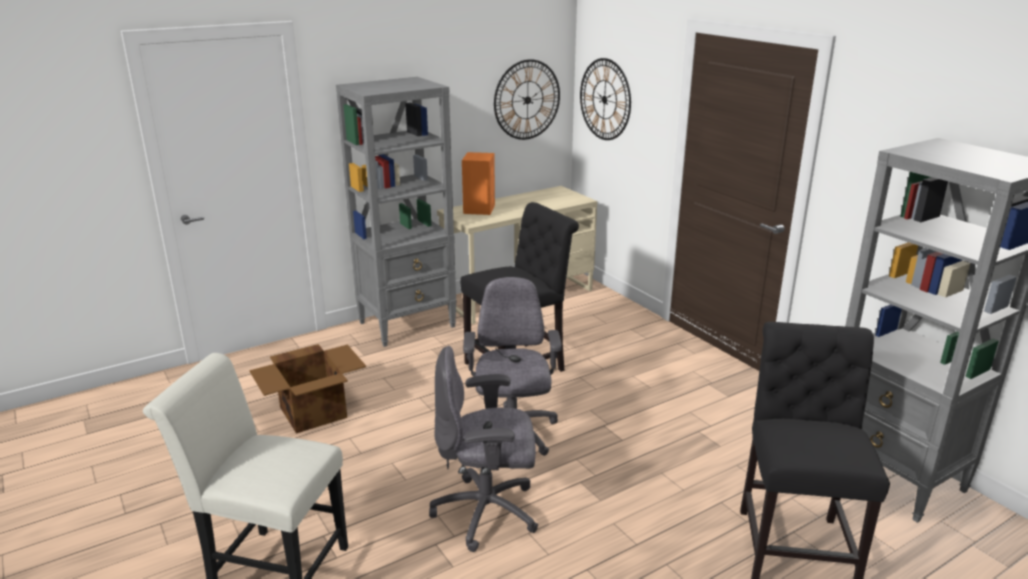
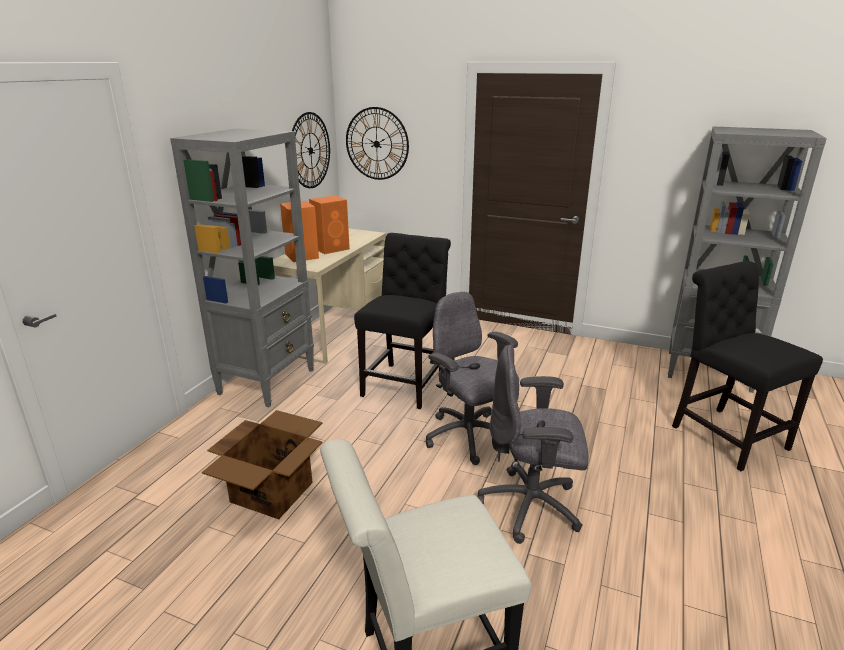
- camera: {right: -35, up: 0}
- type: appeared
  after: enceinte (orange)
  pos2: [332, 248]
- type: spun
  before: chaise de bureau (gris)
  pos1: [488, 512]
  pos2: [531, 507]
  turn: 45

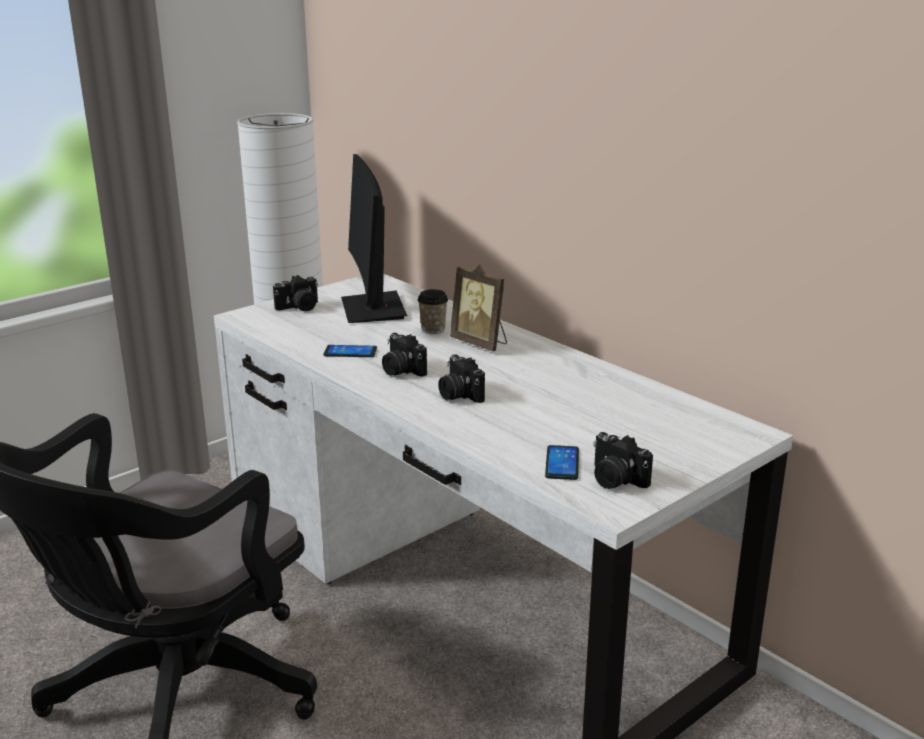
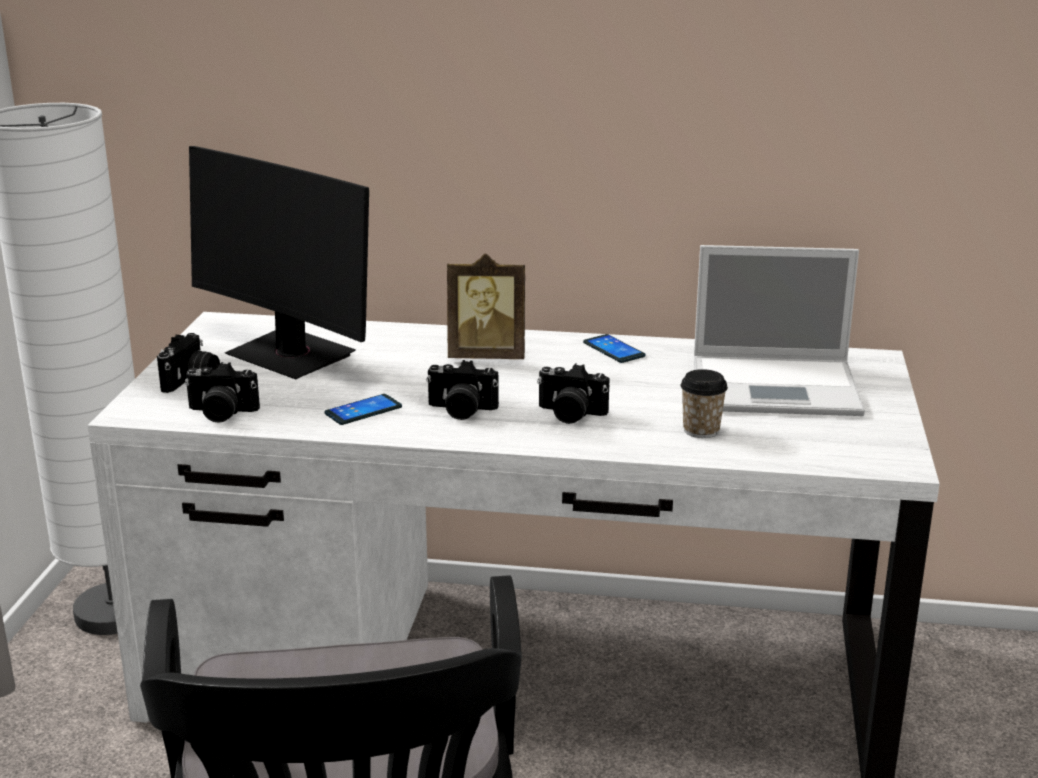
- camera: {right: -40, up: 0}
- type: relocated
  before: appareil photo
  pos1: [615, 480]
  pos2: [221, 413]
- type: relocated
  before: téléphone
  pos1: [562, 463]
  pos2: [613, 350]
- type: relocated
  before: tasse
  pos1: [433, 329]
  pos2: [701, 430]
- type: appeared
  after: ordinateur portable
  pos2: [778, 387]

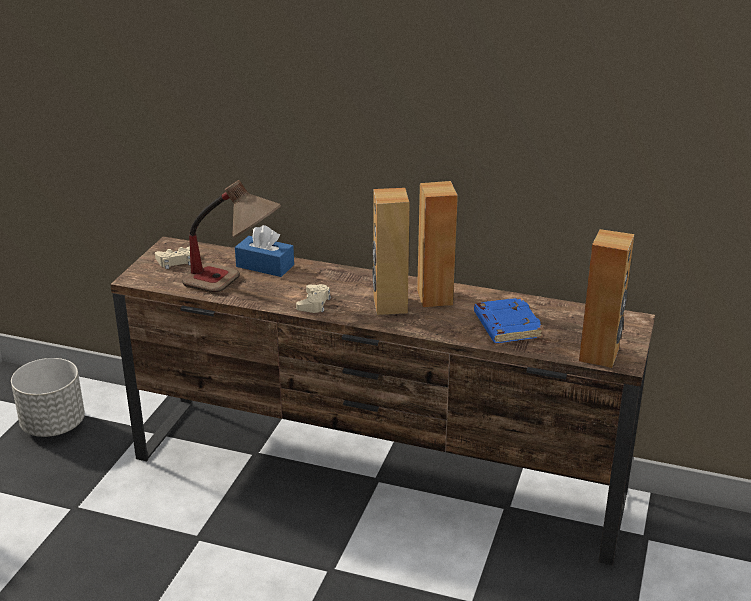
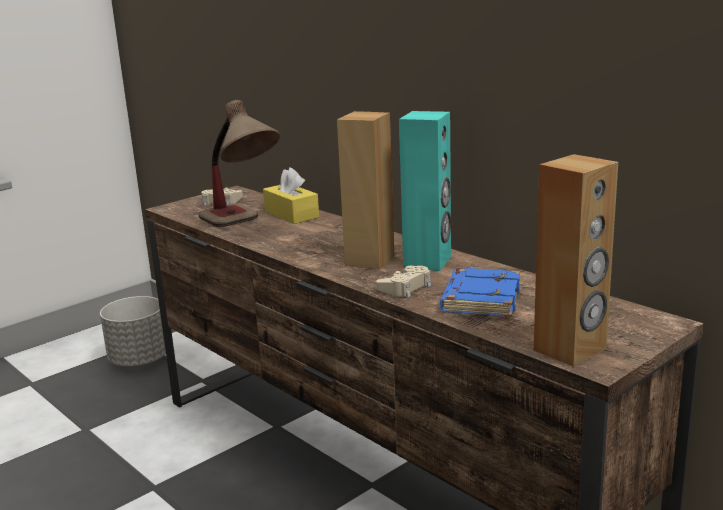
- camera: {right: 30, up: -10}
- type: colour
  before: boîte à mouchoirs (bleu)
  after: boîte à mouchoirs (jaune)
  pos1: [265, 266]
  pos2: [291, 214]
- type: relocated
  before: manette (beige)
  pos1: [314, 303]
  pos2: [406, 287]
- type: colour
  before: enceinte (marron)
  after: enceinte (turquoise)
  pos1: [435, 297]
  pos2: [428, 262]

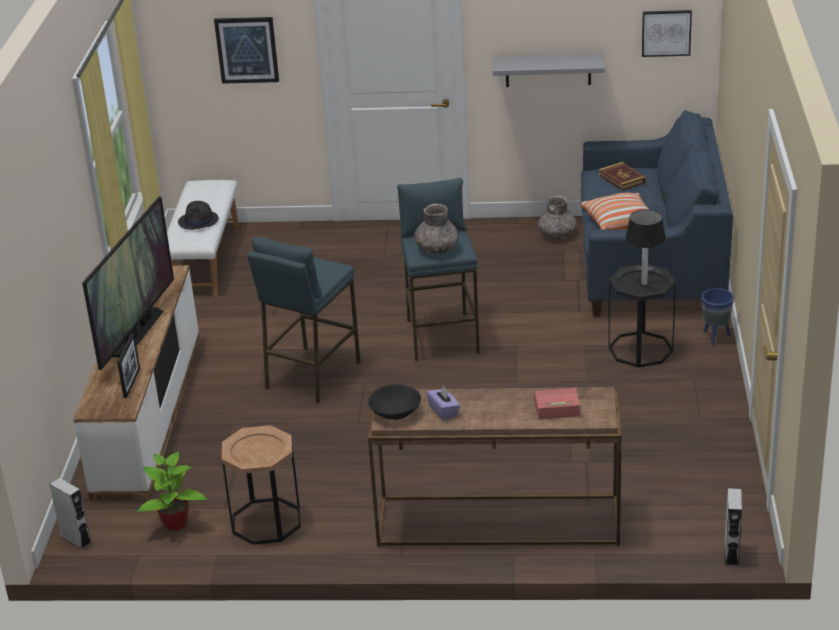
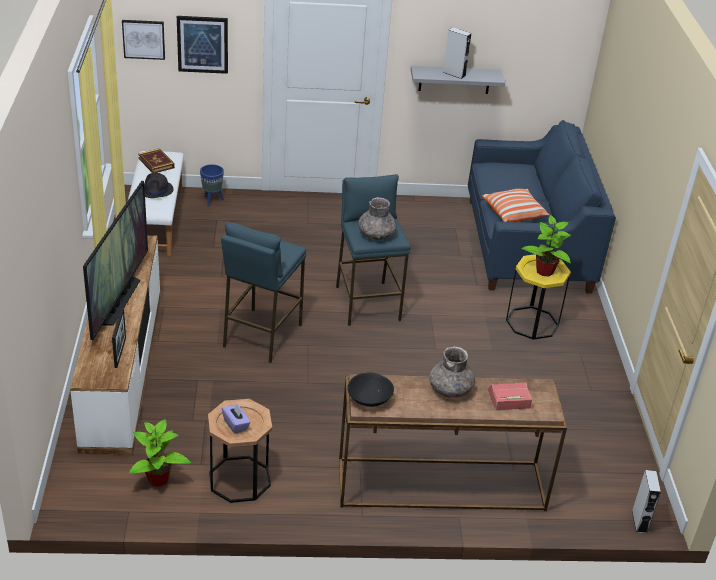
- camera: {right: -10, up: 5}
- type: relocated
  before: tableau
  pos1: [666, 32]
  pos2: [143, 39]
- type: relocated
  before: livre
  pos1: [621, 179]
  pos2: [156, 163]
- type: relocated
  before: cache-pot (bleu)
  pos1: [715, 337]
  pos2: [212, 201]
- type: relocated
  before: boîte à mouchoirs (violet)
  pos1: [444, 411]
  pos2: [236, 424]
- type: relocated
  before: vase (gris)
  pos1: [557, 235]
  pos2: [450, 389]
- type: relocated
  before: enceinte (gris)
  pos1: [75, 540]
  pos2: [454, 74]
- type: colour
  before: table d'appoint (noir)
  after: table d'appoint (jaune)
  pos1: [640, 349]
  pos2: [532, 323]
- type: exchanged
  before: lampe de table
  after: plante en pot
  pos1: [644, 283]
  pos2: [544, 271]

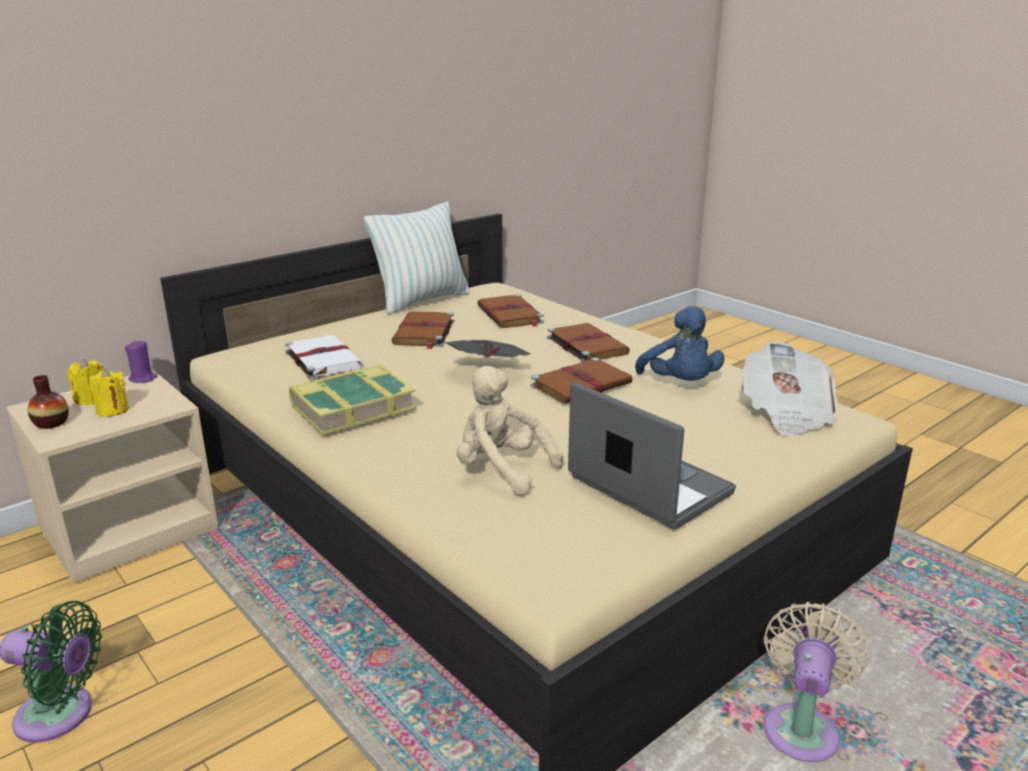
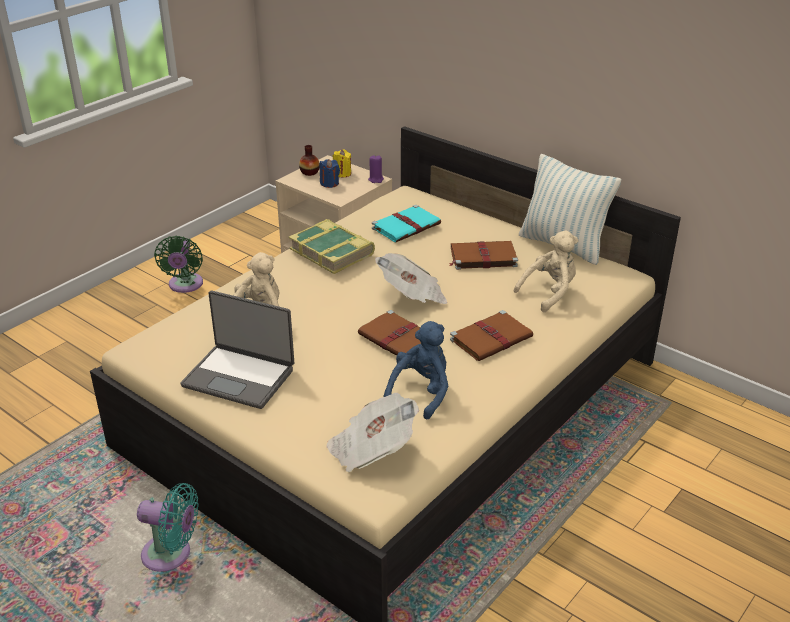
- camera: {right: 80, up: 10}
- type: colour
  before: ventilateur (beige)
  after: ventilateur (turquoise)
  pos1: [801, 727]
  pos2: [171, 555]
- type: spun
  before: ordinateur portable
  pos1: [647, 486]
  pos2: [240, 377]
  turn: 75
- type: colour
  before: bougie (jaune)
  after: bougie (bleu)
  pos1: [112, 410]
  pos2: [329, 183]
- type: colour
  before: livre (blanc)
  after: livre (turquoise)
  pos1: [322, 359]
  pos2: [407, 226]
- type: spun
  before: peluche (bleu)
  pos1: [680, 384]
  pos2: [421, 392]
  turn: 150
- type: exchanged
  before: livre (marron)
  after: peluche (beige)
  pos1: [510, 315]
  pos2: [549, 293]

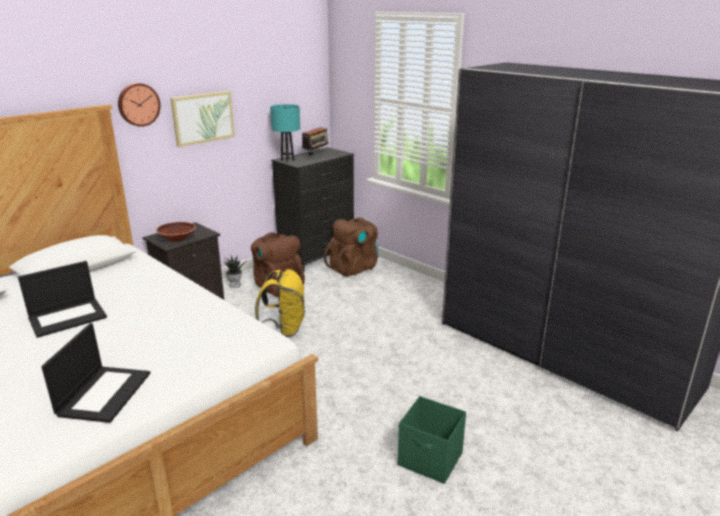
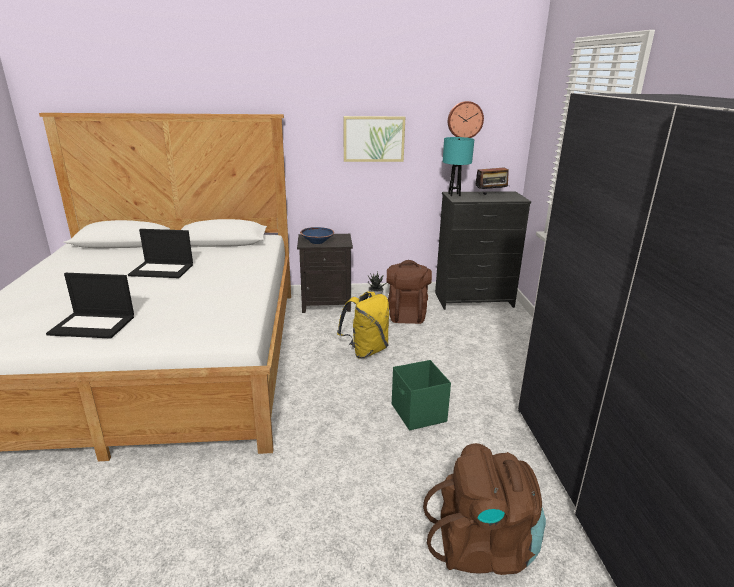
- camera: {right: 40, up: 0}
- type: spun
  before: ordinateur portable
  pos1: [104, 393]
  pos2: [93, 325]
  turn: 45
- type: colour
  before: bol (marron)
  after: bol (bleu)
  pos1: [177, 239]
  pos2: [317, 242]
- type: relocated
  before: boîte de rangement (vert)
  pos1: [431, 460]
  pos2: [418, 414]
- type: relocated
  before: sac à dos (marron)
  pos1: [354, 268]
  pos2: [483, 547]
- type: relocated
  before: horloge murale
  pos1: [138, 104]
  pos2: [465, 120]

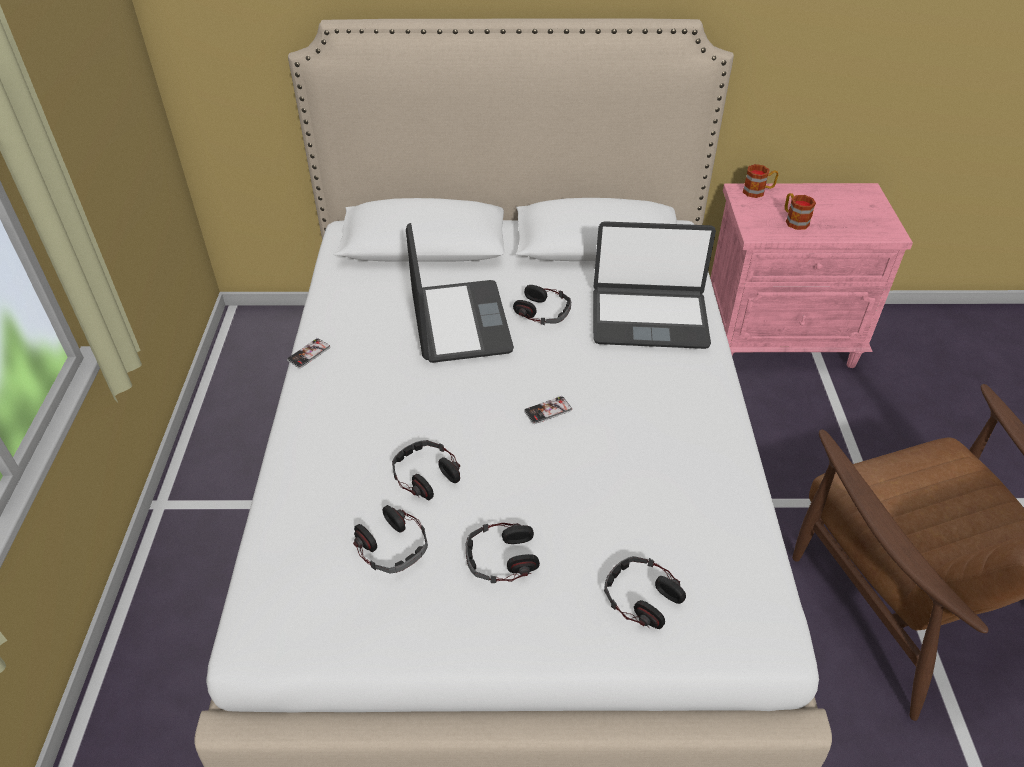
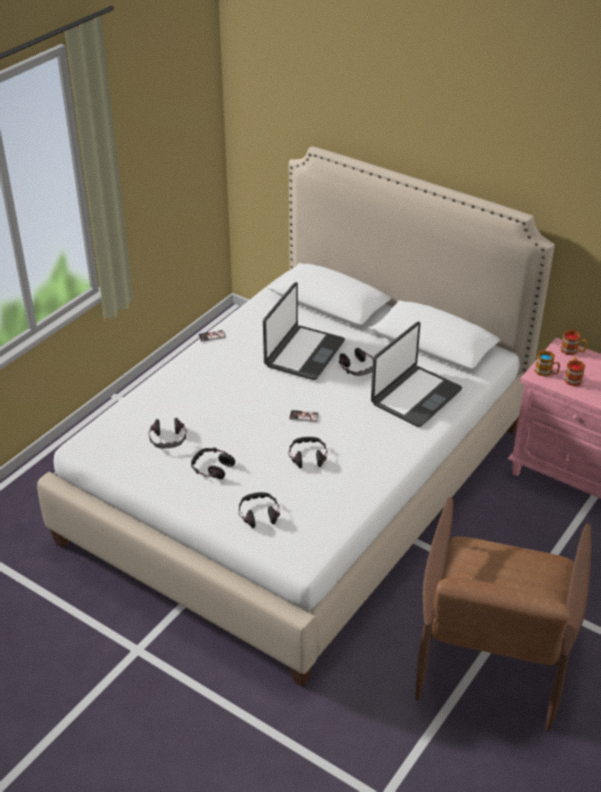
- camera: {right: 35, up: -5}
- type: relocated
  before: casque audio
  pos1: [425, 475]
  pos2: [307, 456]
- type: spun
  before: ordinateur portable
  pos1: [649, 318]
  pos2: [415, 396]
  turn: -90
- type: appeared
  after: mug
  pos2: [546, 372]

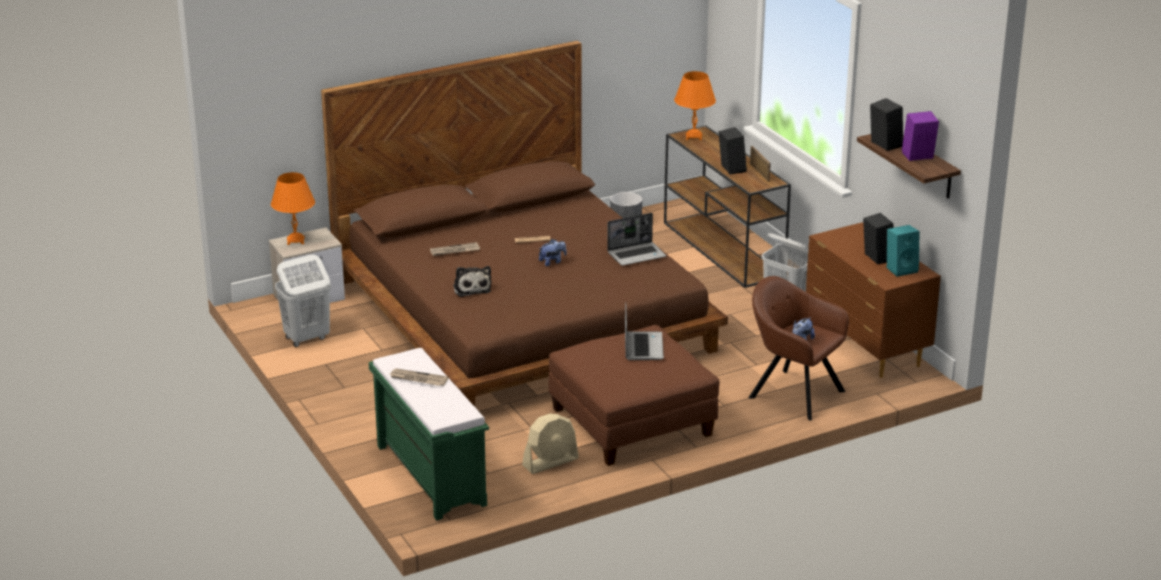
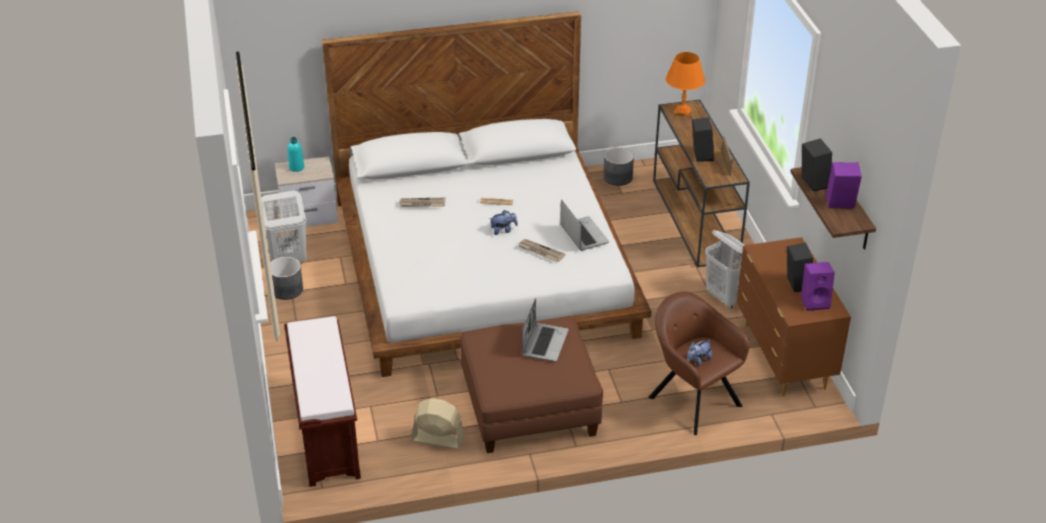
- camera: {right: 15, up: 10}
- type: appeared
  after: cache-pot (gris)
  pos2: [287, 290]
- type: colour
  before: banc (vert)
  after: banc (marron)
  pos1: [429, 474]
  pos2: [326, 433]
- type: exchanged
  before: lampe de table (orange)
  after: bouteille (turquoise)
  pos1: [295, 241]
  pos2: [296, 167]
- type: colour
  before: lit (marron)
  after: lit (blanc)
  pos1: [523, 316]
  pos2: [484, 266]
- type: spun
  before: ventilateur (beige)
  pos1: [550, 462]
  pos2: [437, 439]
  turn: -150
- type: relocated
  before: journal
  pos1: [418, 379]
  pos2: [540, 252]
- type: spun
  before: ordinateur portable
  pos1: [637, 255]
  pos2: [583, 234]
  turn: -105
- type: colour
  before: enceinte (turquoise)
  after: enceinte (violet)
  pos1: [901, 269]
  pos2: [815, 301]
- type: missing
  before: peluche
  pos1: [471, 288]

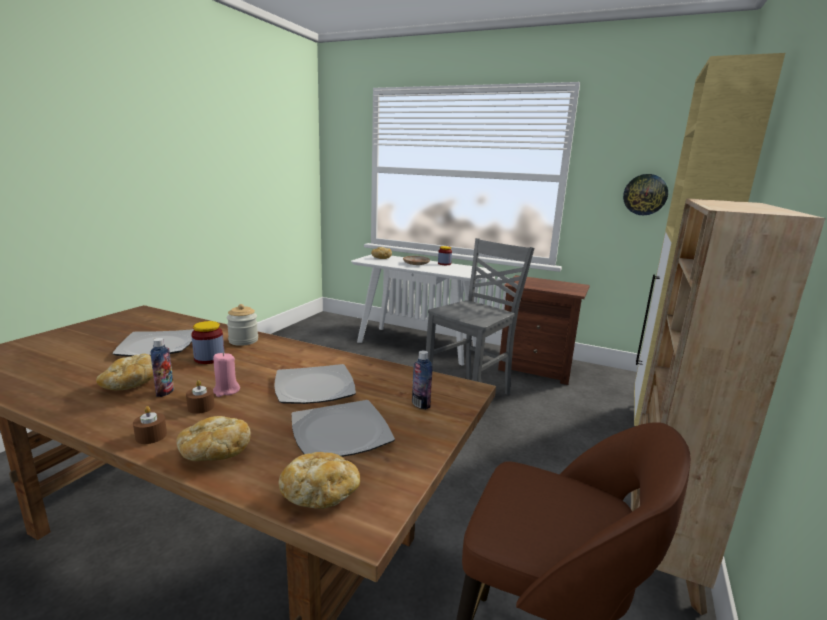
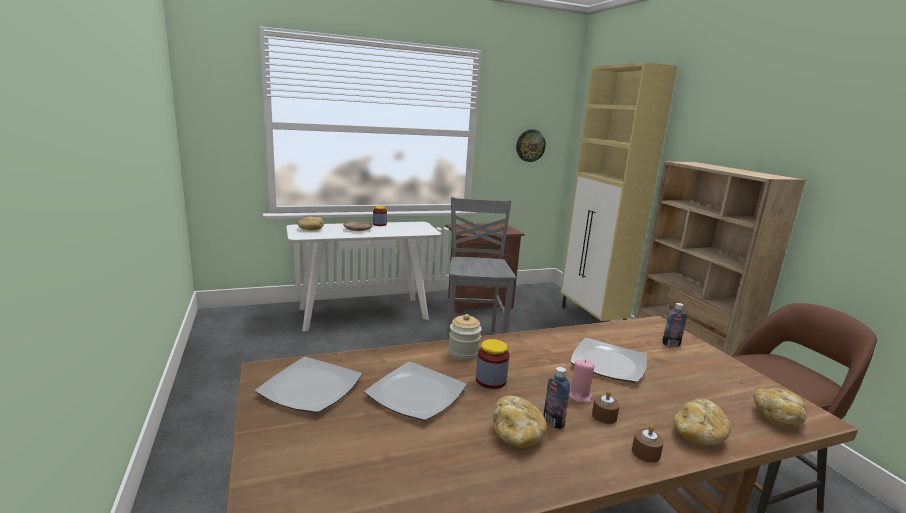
- camera: {right: -45, up: 0}
- type: relocated
  before: assiette
  pos1: [340, 432]
  pos2: [309, 388]

